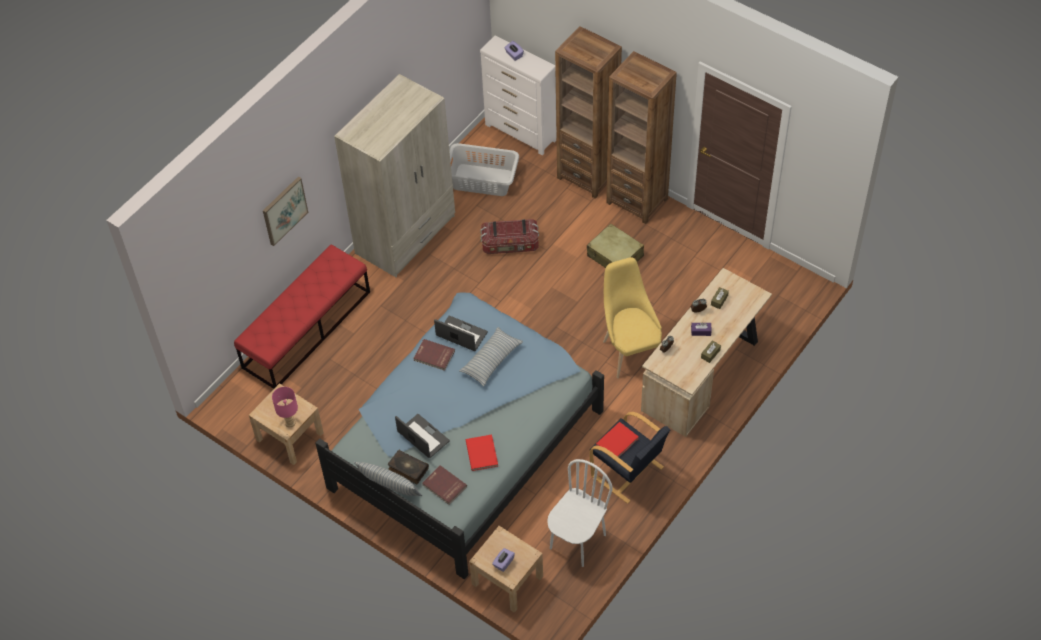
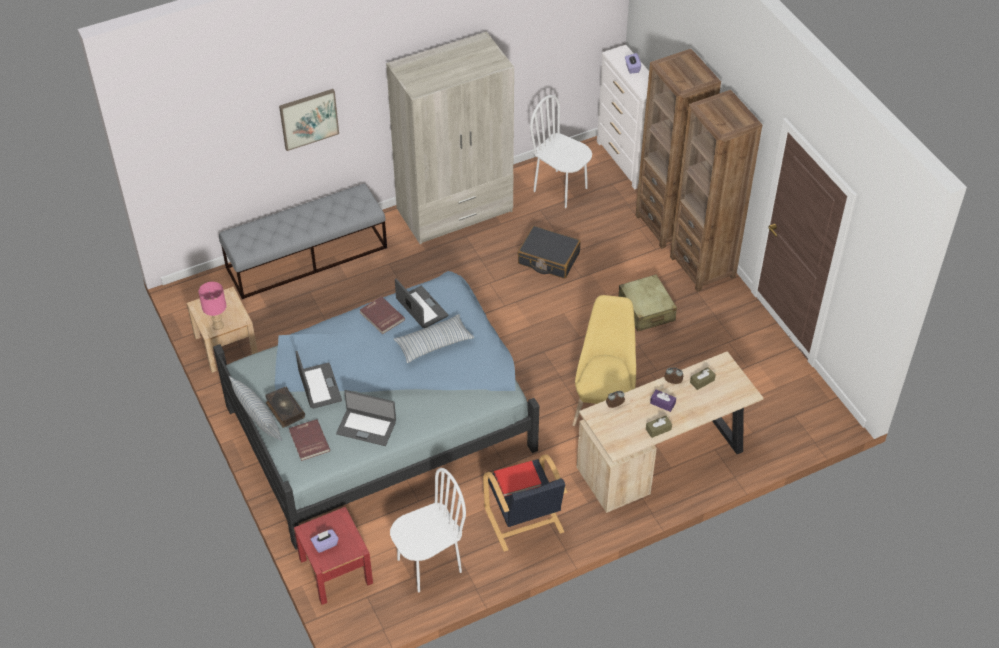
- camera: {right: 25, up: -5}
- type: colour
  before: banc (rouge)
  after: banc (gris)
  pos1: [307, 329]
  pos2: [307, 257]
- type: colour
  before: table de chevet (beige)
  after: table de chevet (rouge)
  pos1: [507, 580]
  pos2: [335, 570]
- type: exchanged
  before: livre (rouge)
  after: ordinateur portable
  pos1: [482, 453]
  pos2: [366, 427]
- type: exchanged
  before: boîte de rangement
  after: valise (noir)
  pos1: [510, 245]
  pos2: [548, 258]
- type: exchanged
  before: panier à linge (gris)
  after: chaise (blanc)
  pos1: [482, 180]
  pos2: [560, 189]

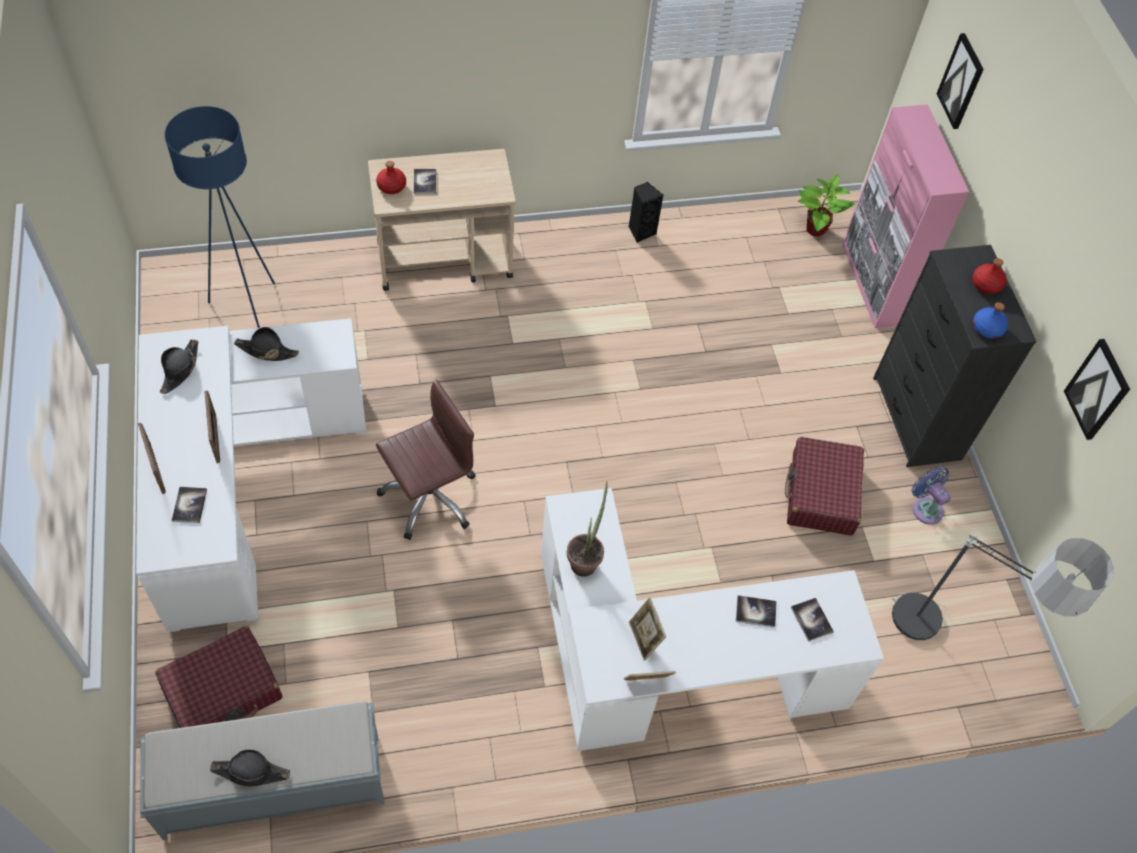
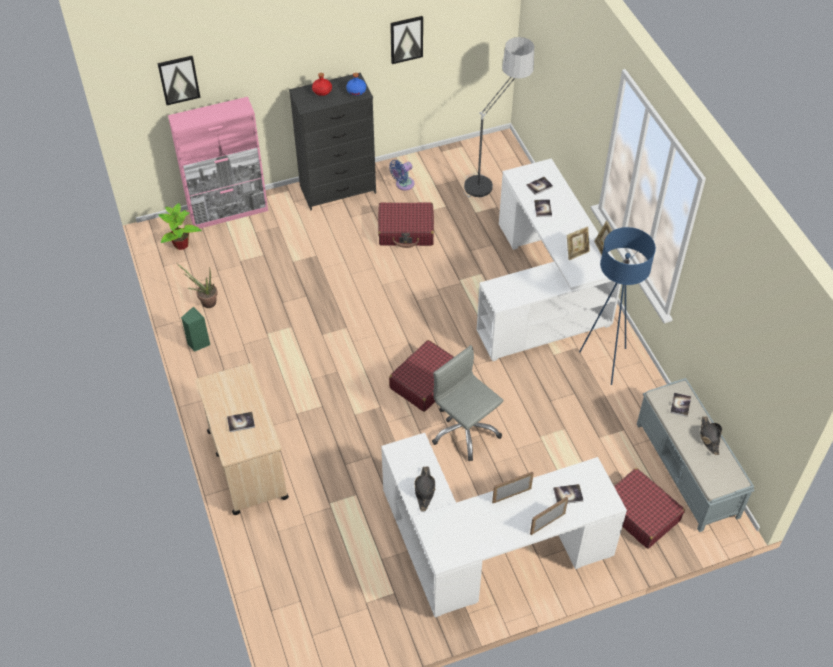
- camera: {right: -95, up: -5}
- type: relocated
  before: plante en pot
  pos1: [585, 560]
  pos2: [205, 302]
- type: colour
  before: enceinte (noir)
  after: enceinte (vert)
  pos1: [641, 231]
  pos2: [198, 343]
- type: appeared
  after: valise (rouge)
  pos2: [425, 382]
- type: colour
  before: chaise de bureau (marron)
  after: chaise de bureau (gris)
  pos1: [429, 497]
  pos2: [465, 431]
- type: relocated
  before: lampadaire (bleu)
  pos1: [246, 305]
  pos2: [605, 362]
- type: appeared
  after: livre
  pos2: [680, 405]
- type: missing
  before: chapeau (noir)
  pos1: [180, 369]
- type: missing
  before: bouteille (rouge)
  pos1: [391, 186]

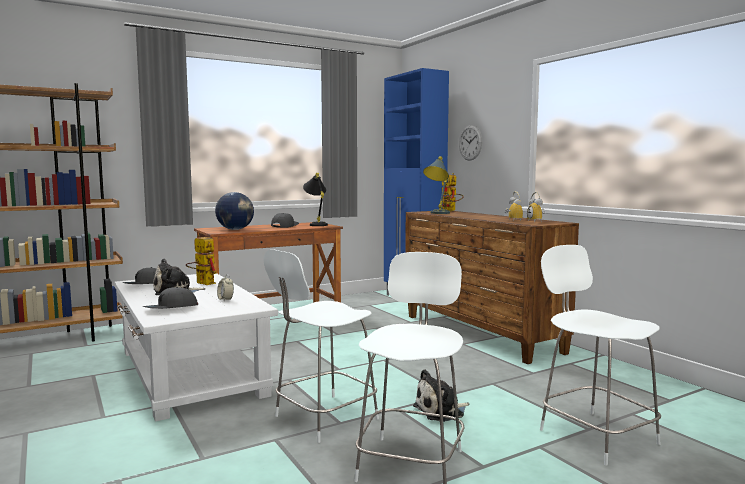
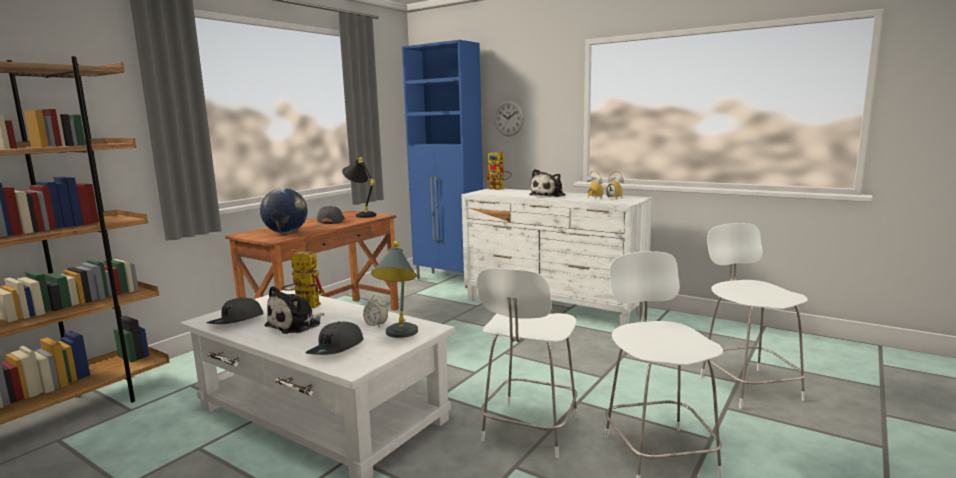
- camera: {right: -25, up: 5}
- type: relocated
  before: lampe de table (gris)
  pos1: [437, 213]
  pos2: [399, 336]
- type: colour
  before: commode (marron)
  after: commode (blanc)
  pos1: [479, 334]
  pos2: [552, 307]
- type: relocated
  before: peluche
  pos1: [441, 411]
  pos2: [549, 195]
- type: spun
  before: chaise (blanc)
  pos1: [594, 435]
  pos2: [747, 386]
  turn: 45

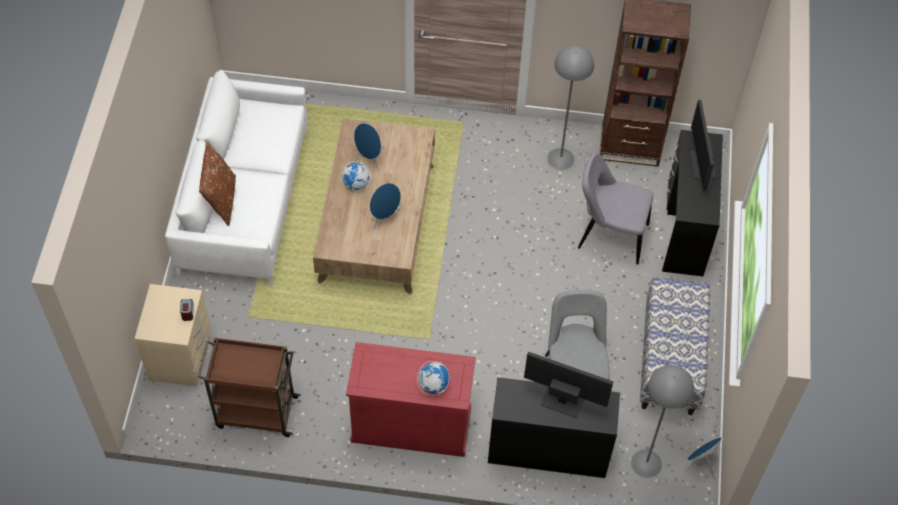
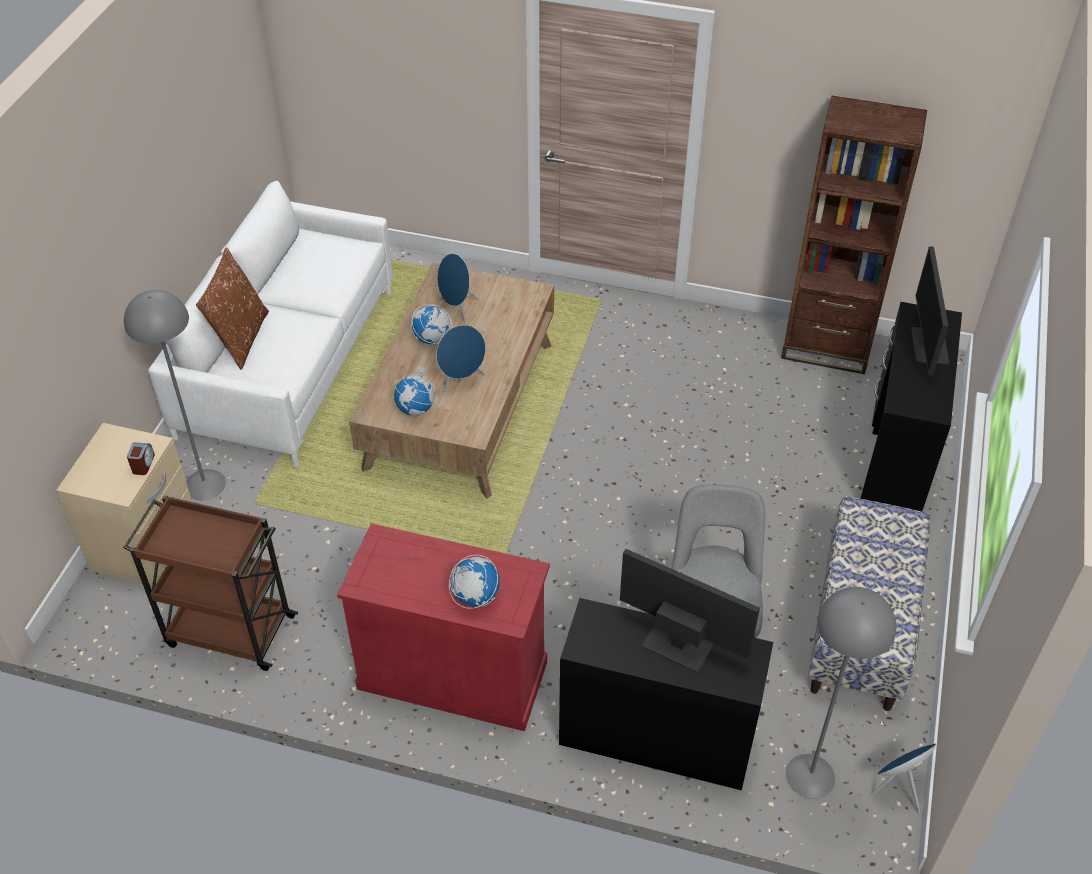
- camera: {right: 10, up: -10}
- type: relocated
  before: lampadaire (gris)
  pos1: [560, 159]
  pos2: [205, 484]
- type: appeared
  after: globe
  pos2: [416, 409]
- type: missing
  before: chaise (gris)
  pos1: [609, 236]

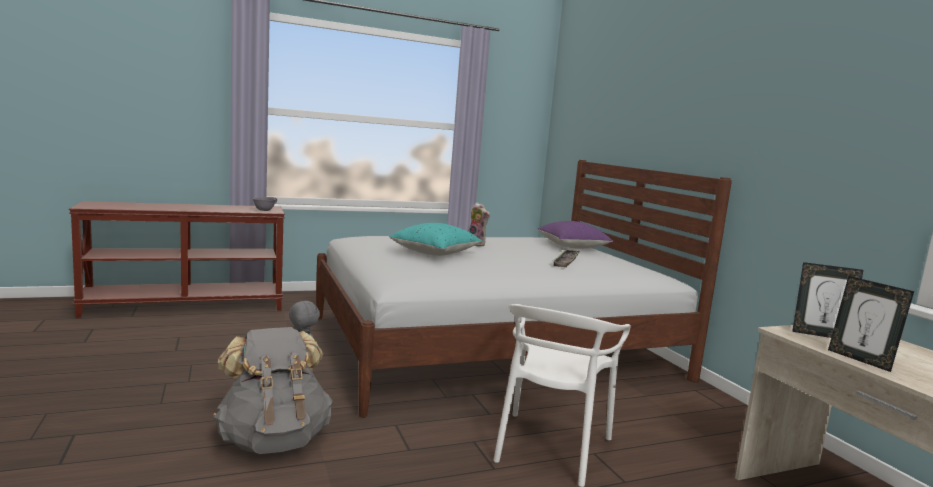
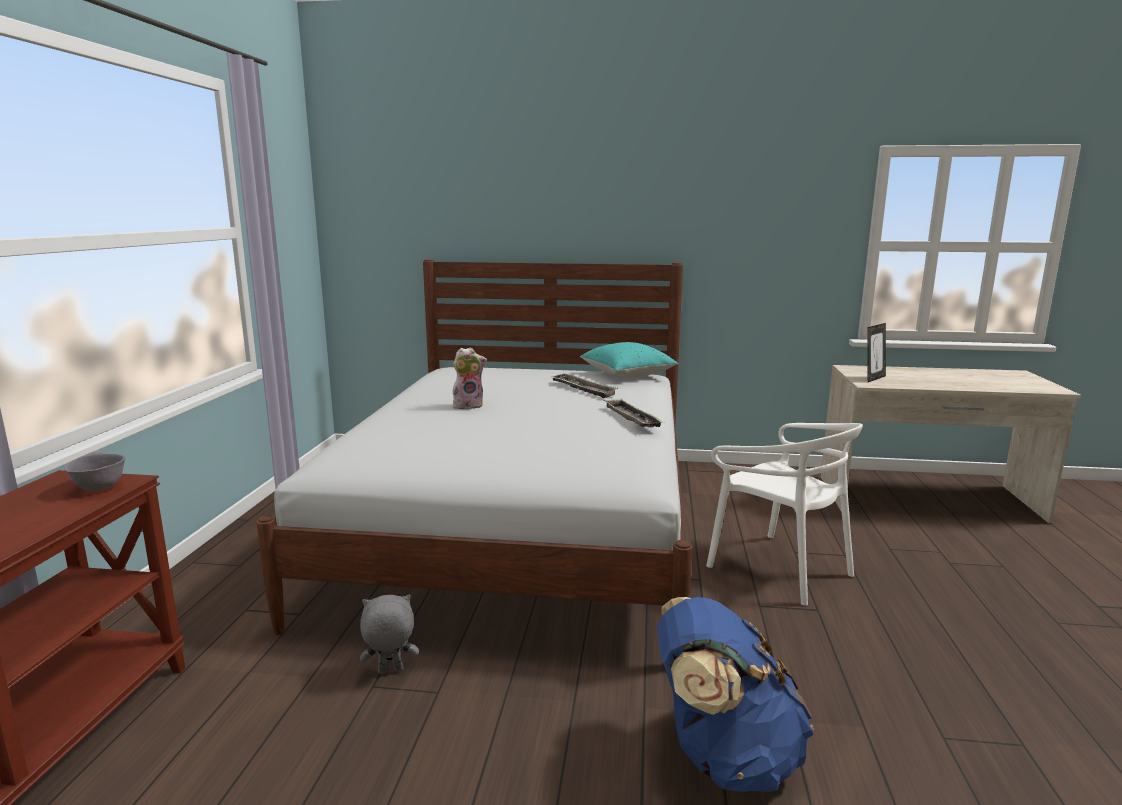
- camera: {right: -60, up: 5}
- type: relocated
  before: coussin (turquoise)
  pos1: [435, 253]
  pos2: [627, 375]
- type: appeared
  after: plateau
  pos2: [631, 418]
- type: colour
  before: sac à dos (gris)
  after: sac à dos (bleu)
  pos1: [274, 440]
  pos2: [723, 756]
- type: missing
  before: coussin (violet)
  pos1: [572, 247]
- type: missing
  before: cadre photo
  pos1: [860, 360]

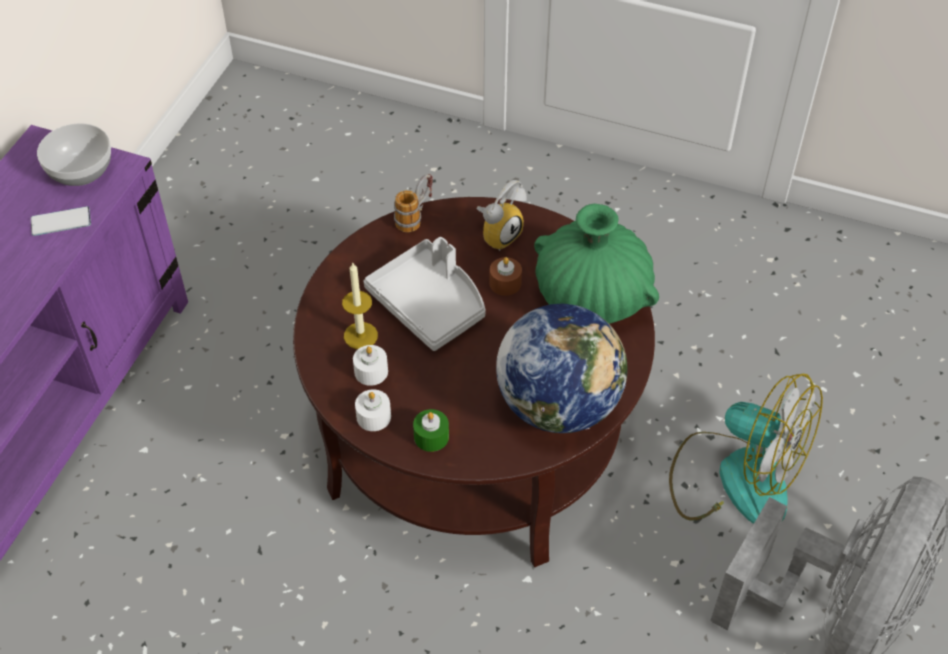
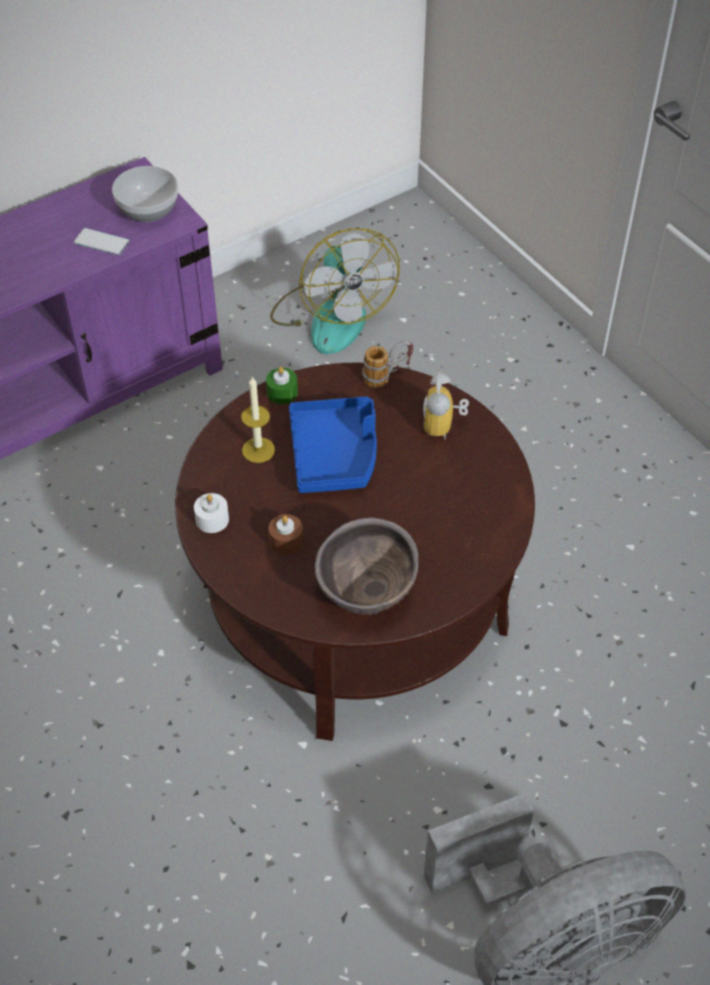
- camera: {right: 35, up: 0}
- type: relocated
  before: bougie (vert)
  pos1: [431, 436]
  pos2: [282, 393]
- type: relocated
  before: bougie (marron)
  pos1: [505, 283]
  pos2: [286, 541]
- type: relocated
  before: ventilateur
  pos1: [735, 477]
  pos2: [331, 315]
- type: colour
  before: plateau (gris)
  after: plateau (bleu)
  pos1: [430, 304]
  pos2: [335, 454]
- type: exchanged
  before: globe
  after: bol (marron)
  pos1: [558, 404]
  pos2: [366, 594]
- type: spun
  before: réveil
  pos1: [499, 234]
  pos2: [444, 426]
  turn: 105
- type: missing
  before: bougie (blanc)
  pos1: [371, 371]
- type: missing
  before: vase (vert)
  pos1: [591, 298]

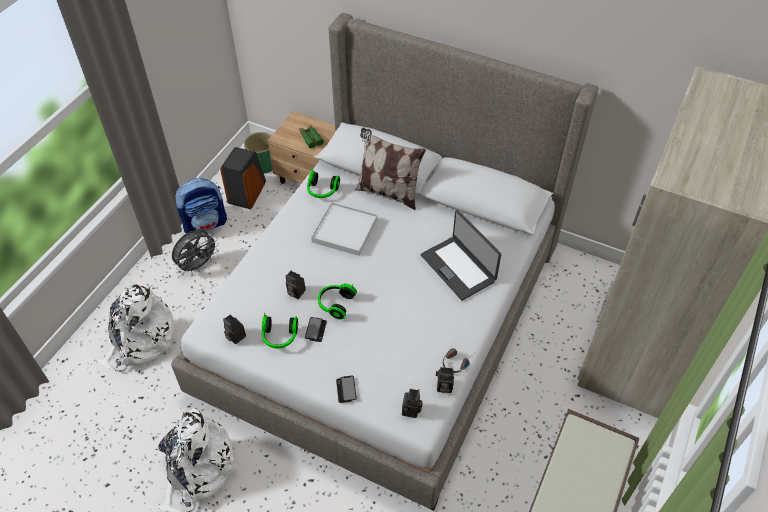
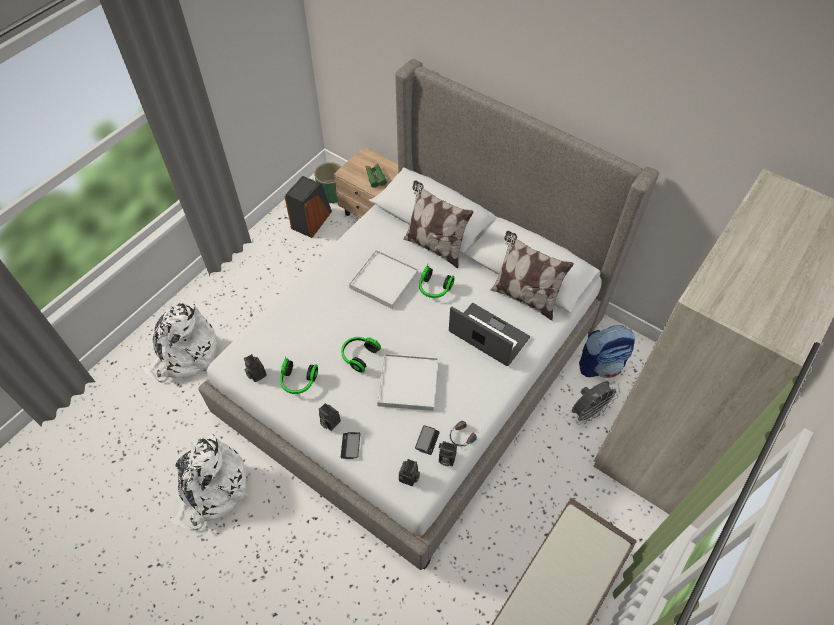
- camera: {right: 10, up: 5}
- type: relocated
  before: appareil photo
  pos1: [295, 292]
  pos2: [329, 422]
- type: appeared
  after: plateau (blanc)
  pos2: [408, 384]
- type: relocated
  before: téléphone
  pos1: [316, 330]
  pos2: [427, 440]
- type: relocated
  before: casque audio
  pos1: [322, 191]
  pos2: [434, 289]
- type: spun
  before: ordinateur portable
  pos1: [458, 267]
  pos2: [488, 336]
  turn: 150
- type: appeared
  after: coussin
  pos2: [525, 297]
- type: relocated
  before: ventilateur (gris)
  pos1: [198, 265]
  pos2: [588, 412]
- type: relocated
  before: sac à dos
  pos1: [205, 224]
  pos2: [601, 365]

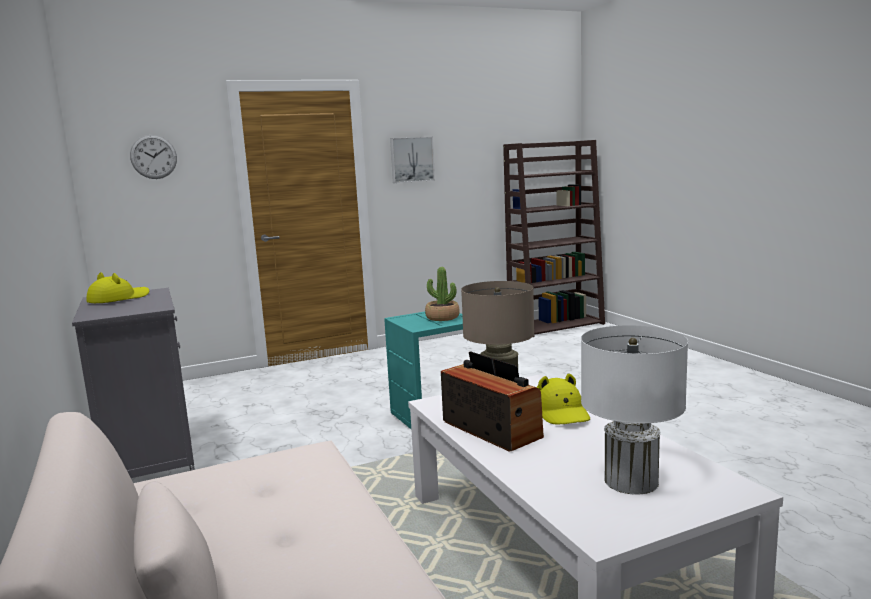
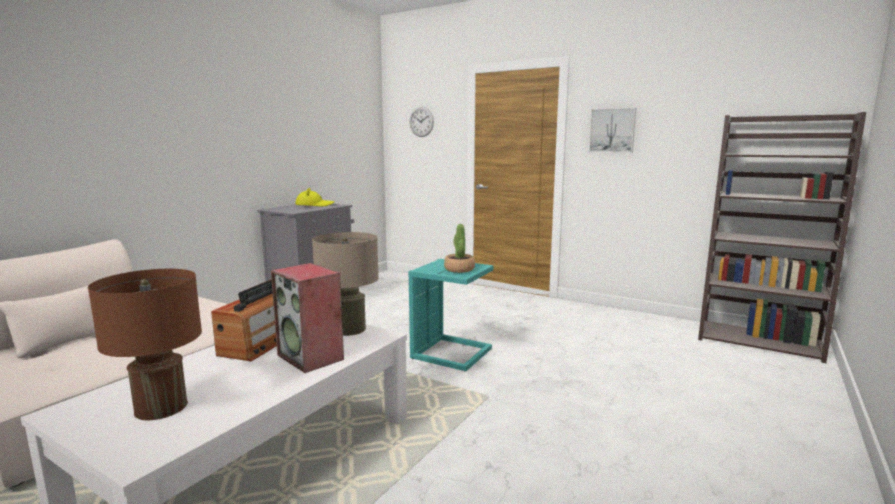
- camera: {right: 55, up: 0}
- type: colour
  before: lampe de table (blanc)
  after: lampe de table (marron)
  pos1: [631, 481]
  pos2: [161, 407]
- type: exchanged
  before: chapeau (jaune)
  after: enceinte
  pos1: [561, 412]
  pos2: [311, 357]

